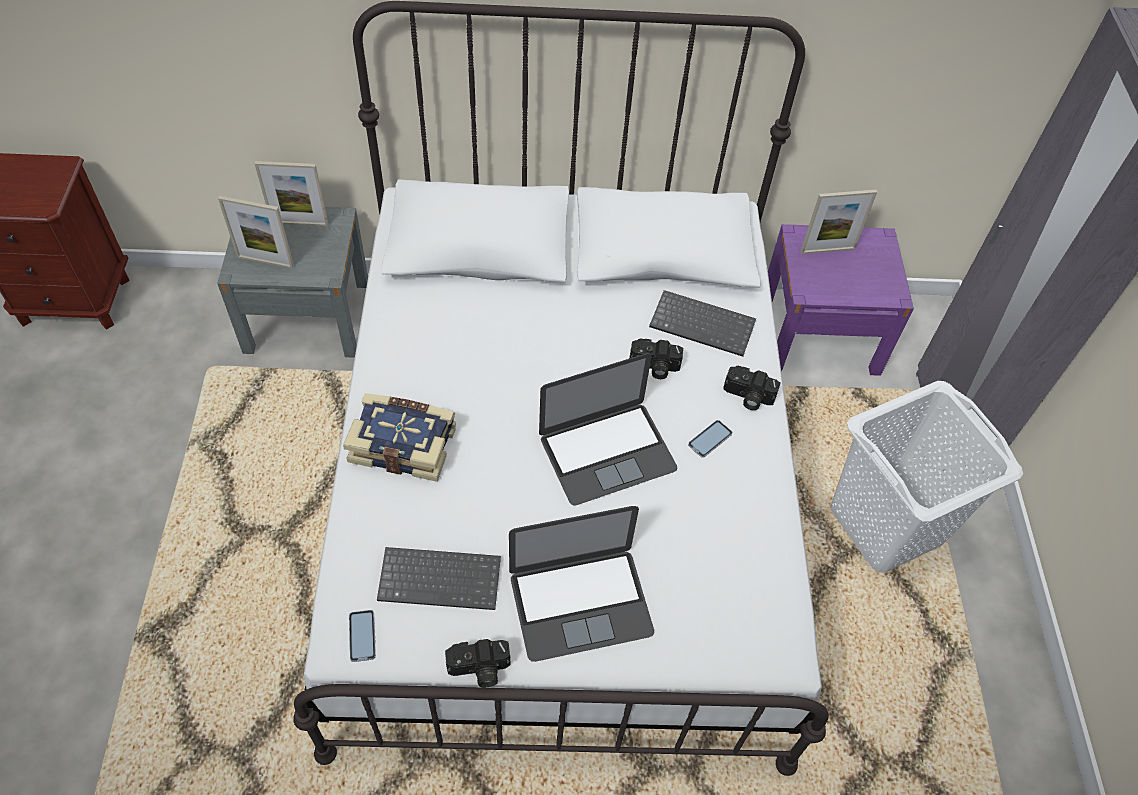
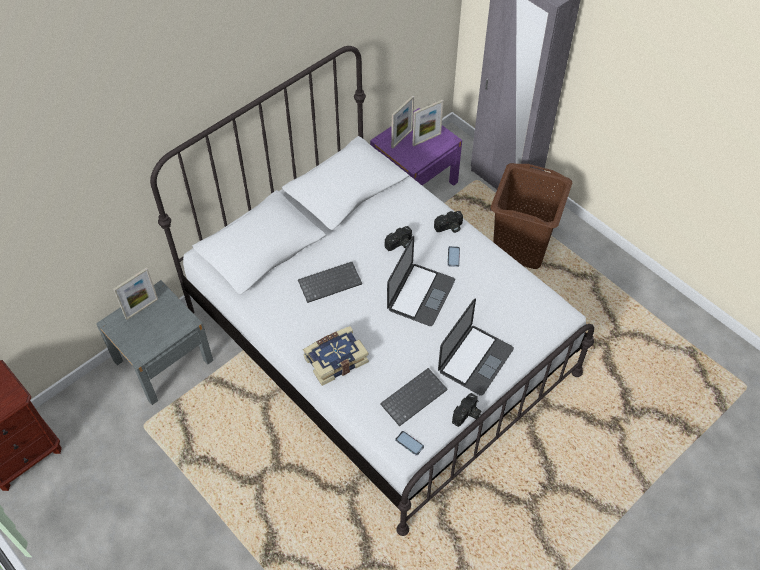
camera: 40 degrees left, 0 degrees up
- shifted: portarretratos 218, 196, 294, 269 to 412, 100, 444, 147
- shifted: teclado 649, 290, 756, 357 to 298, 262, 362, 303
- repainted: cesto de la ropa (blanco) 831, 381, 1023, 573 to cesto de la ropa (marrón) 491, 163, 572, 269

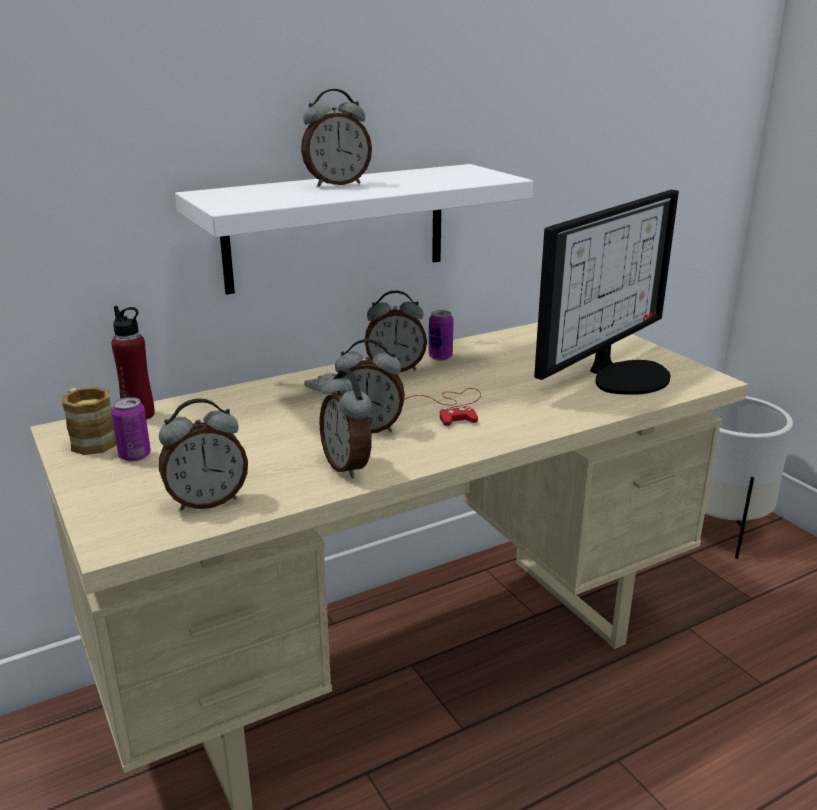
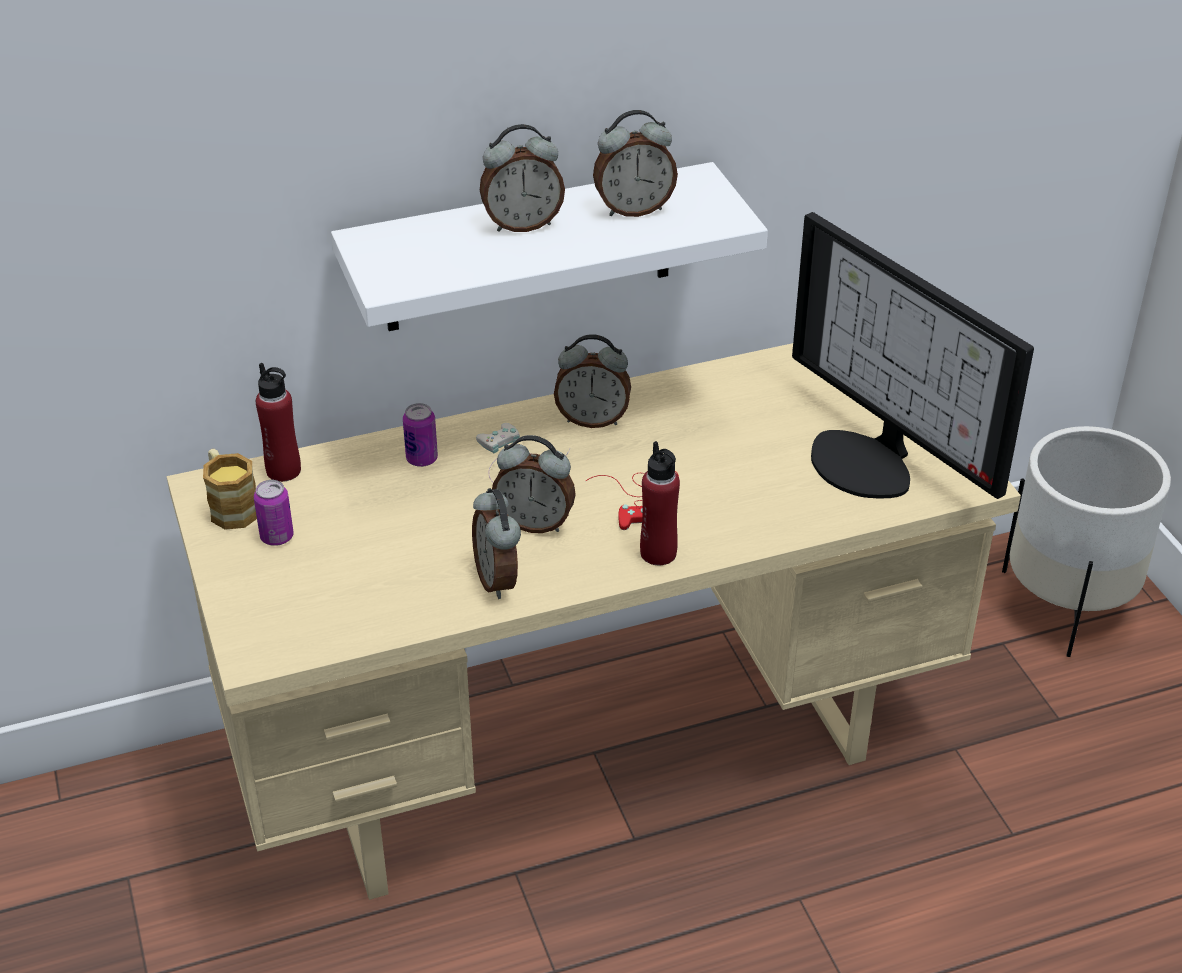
camera: 10 degrees right, 15 degrees up
- shifted: despertador 159, 398, 248, 510 to 593, 110, 678, 217
- shifted: lata 429, 310, 454, 360 to 403, 403, 438, 467
- rotated: monitor 534, 190, 679, 395 = 792, 212, 1034, 499 90 degrees clockwise
- new: botella (rojo) 640, 441, 680, 565

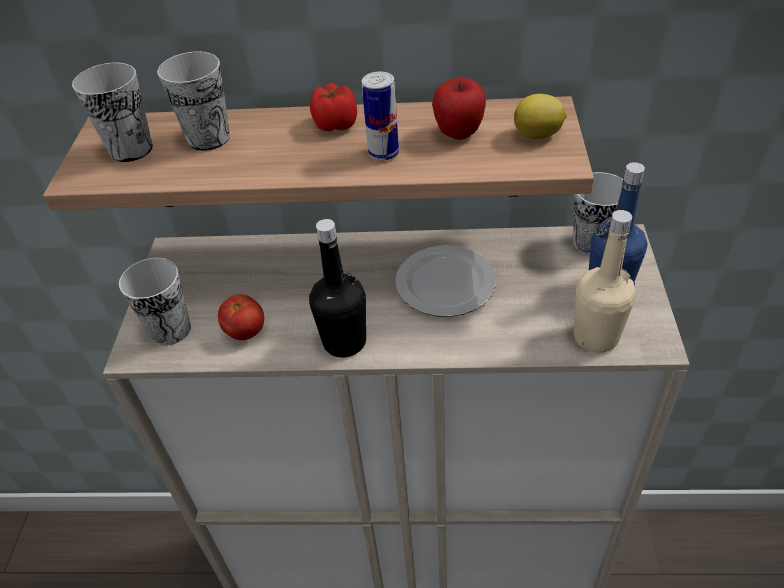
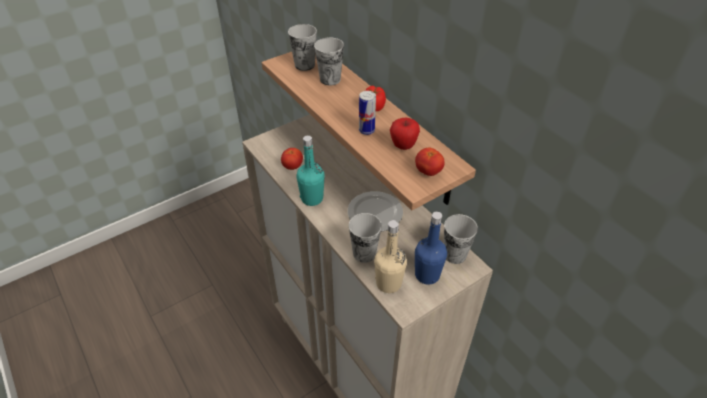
camera: 50 degrees right, 0 degrees up
- shifted: taza 119, 258, 191, 345 to 349, 213, 382, 263
- repainted: botella (negro) 309, 219, 366, 357 to botella (turquesa) 296, 135, 325, 206
- swapped: limón 514, 94, 567, 139 to tomate 415, 147, 445, 176

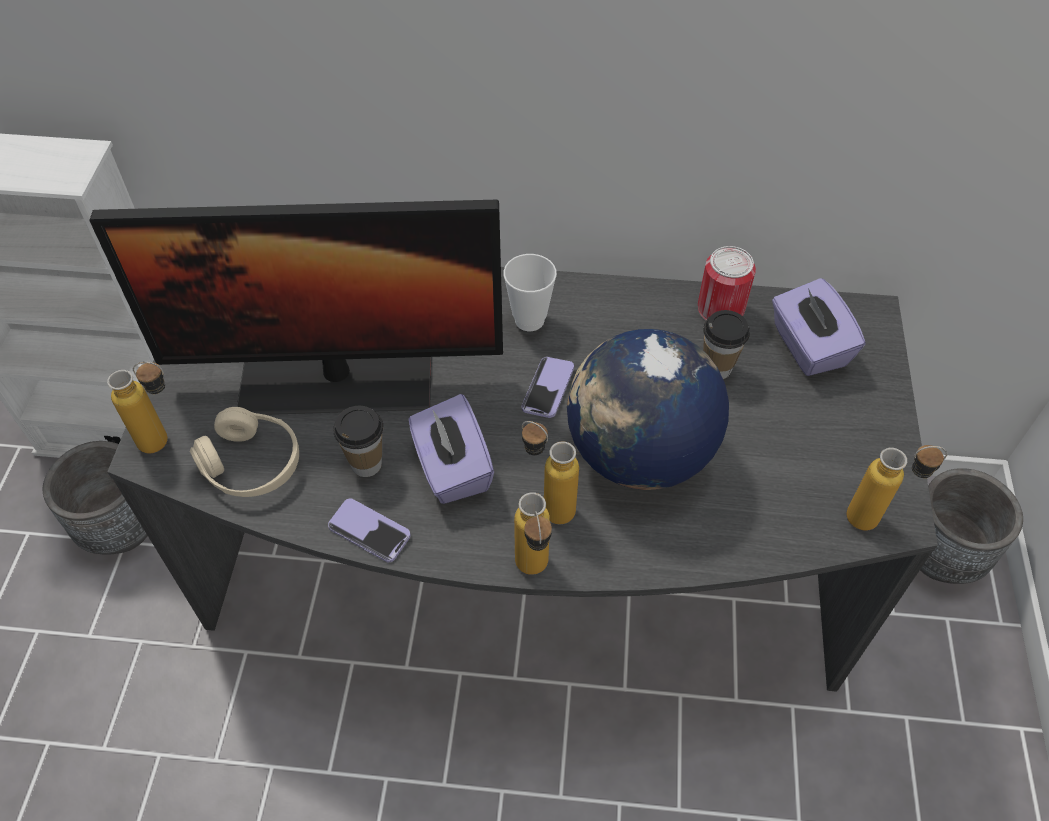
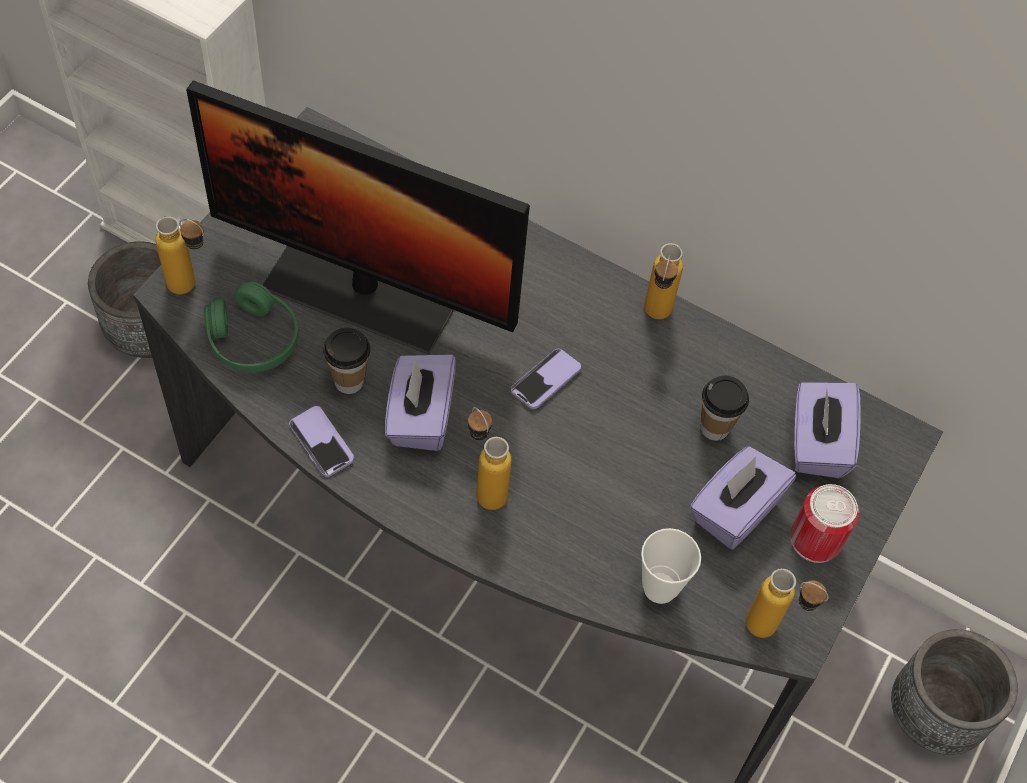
camera: 20 degrees right, 5 degrees up
- repainted: auriculares (beis) 190, 407, 299, 497 to auriculares (verde) 204, 282, 299, 372
- shifted: taza 503, 254, 557, 331 to 641, 528, 701, 604
- shifted: botella 514, 492, 552, 575 to 644, 243, 683, 319
- gone: globo terráqueo 567, 329, 729, 490
- shifted: lata 698, 246, 756, 321 to 791, 484, 859, 563
- new: caja de pañuelos (morado) 690, 446, 796, 550

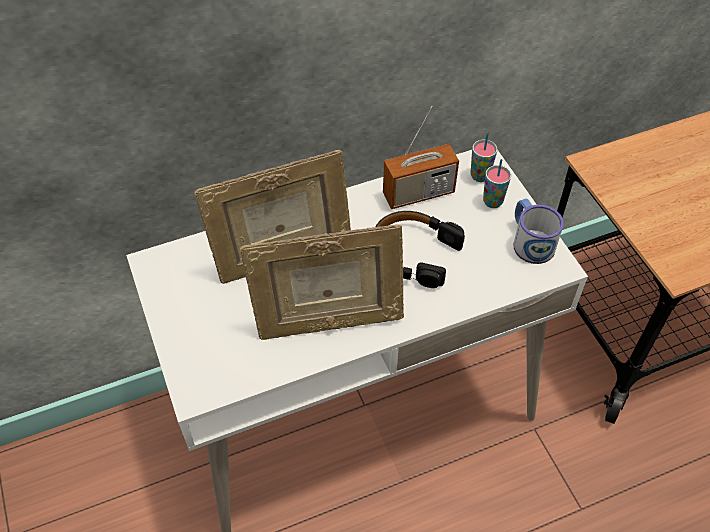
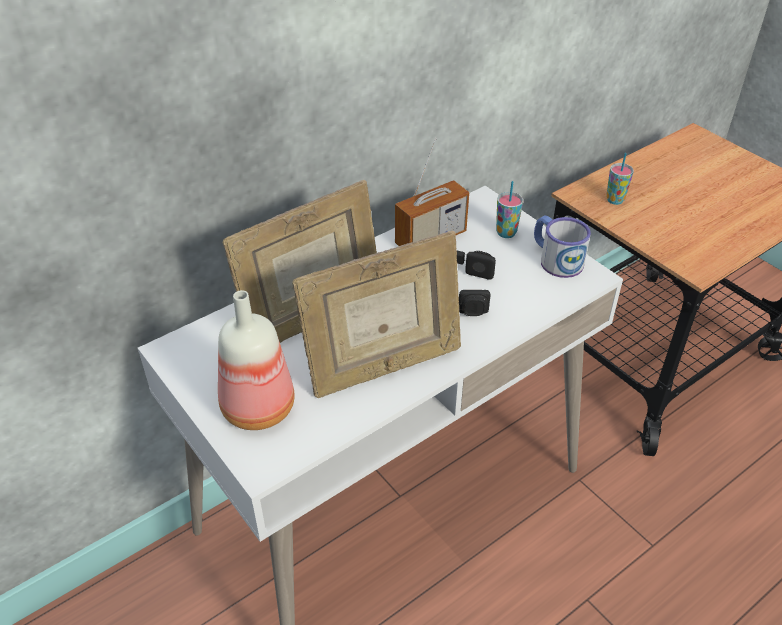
camera: 15 degrees left, 10 degrees down
- shifted: taza 471, 133, 497, 182 to 606, 153, 634, 205
- new: botella 218, 290, 295, 430

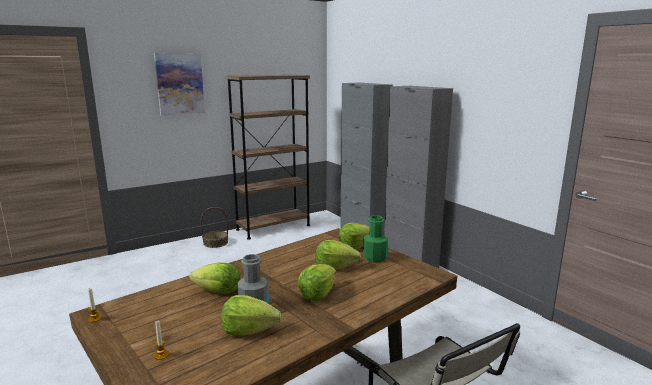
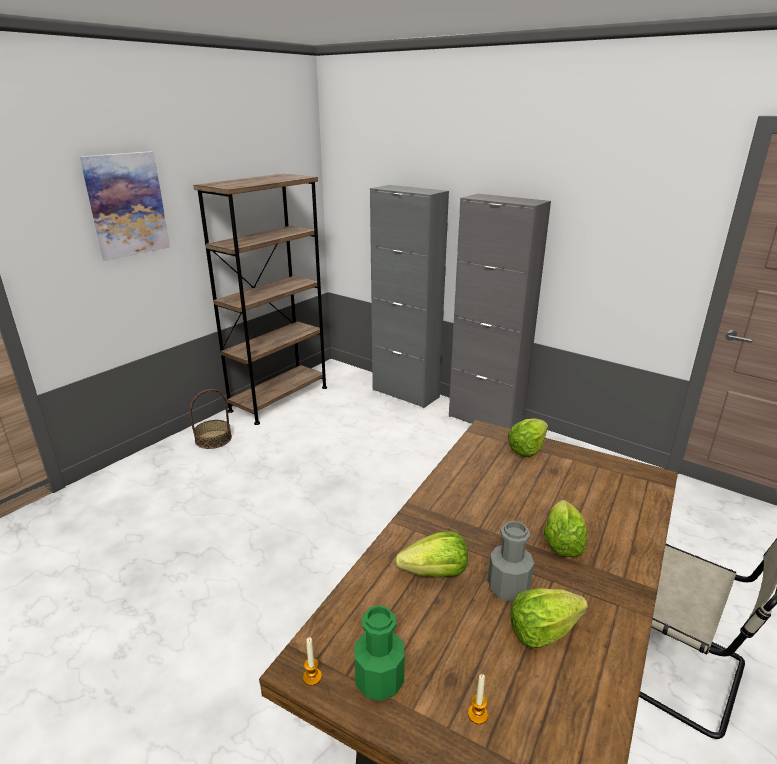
camera: 20 degrees left, 10 degrees up
- gone: lechuga 316, 240, 361, 270
- shifted: botella (verde) 363, 215, 388, 263 to 354, 605, 405, 701

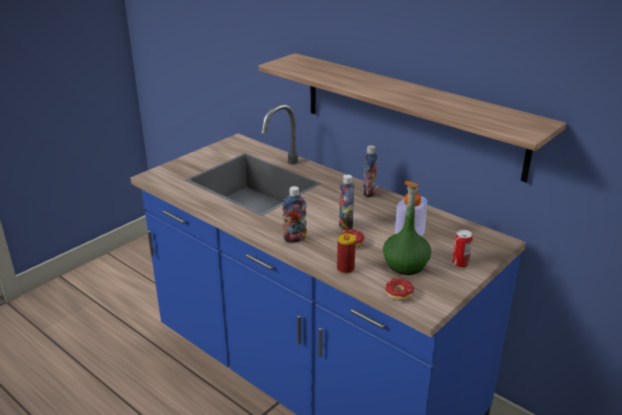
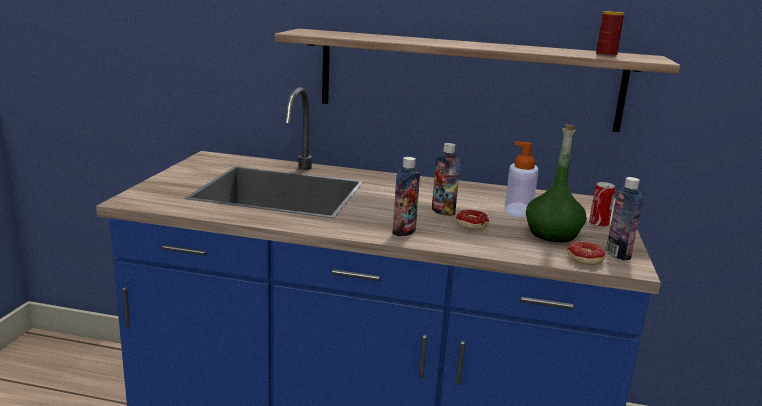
camera: 30 degrees left, 10 degrees down
- shifted: lata 337, 233, 356, 274 to 596, 11, 624, 57
- shifted: botella 363, 145, 377, 197 to 606, 177, 643, 261

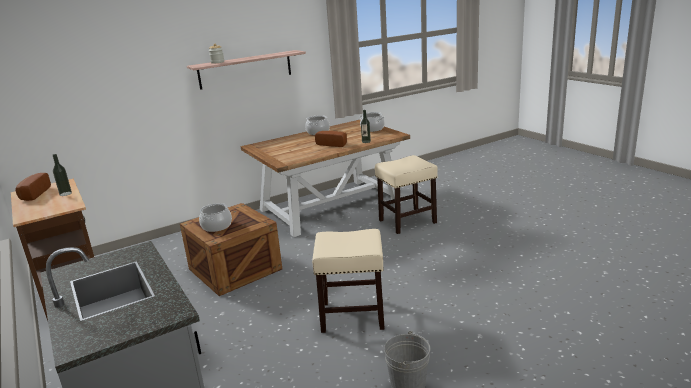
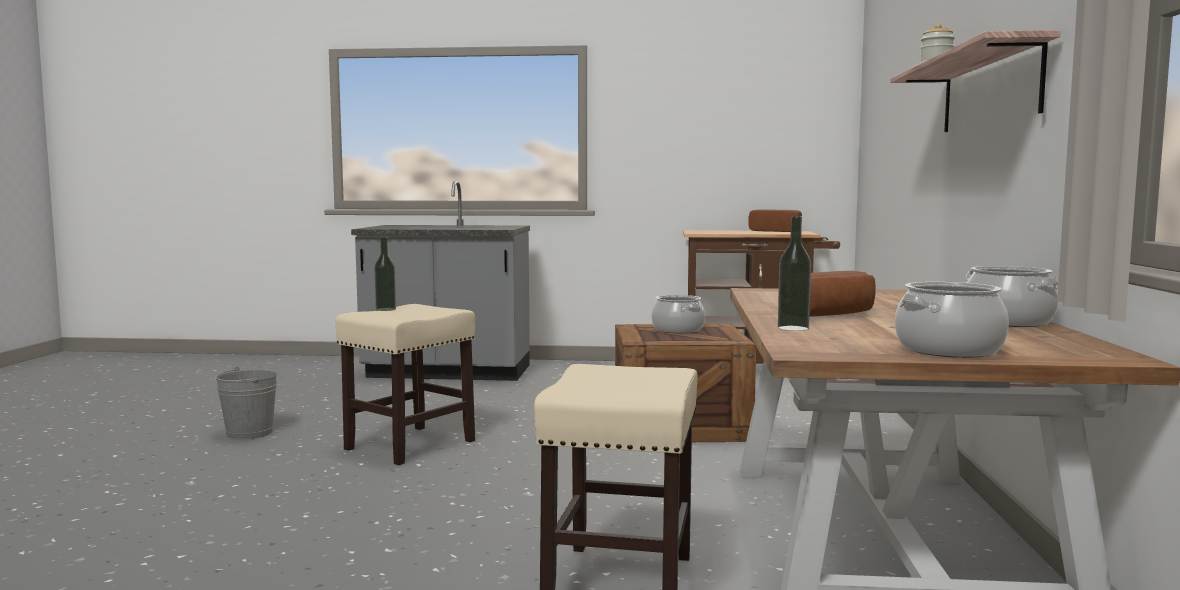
camera: 125 degrees right, 15 degrees down
- shifted: botella 53, 154, 72, 196 to 374, 237, 396, 311

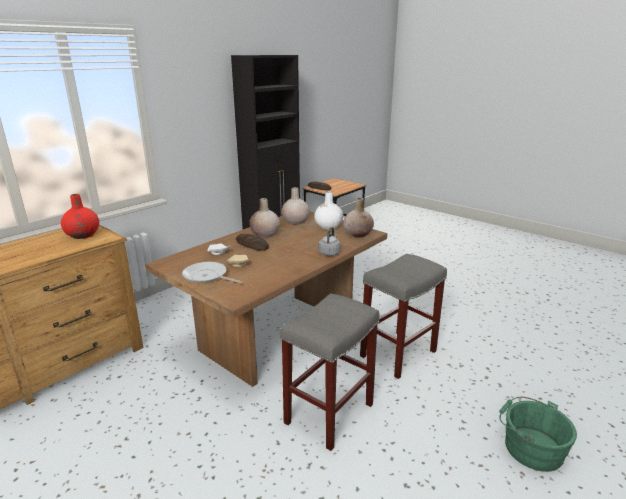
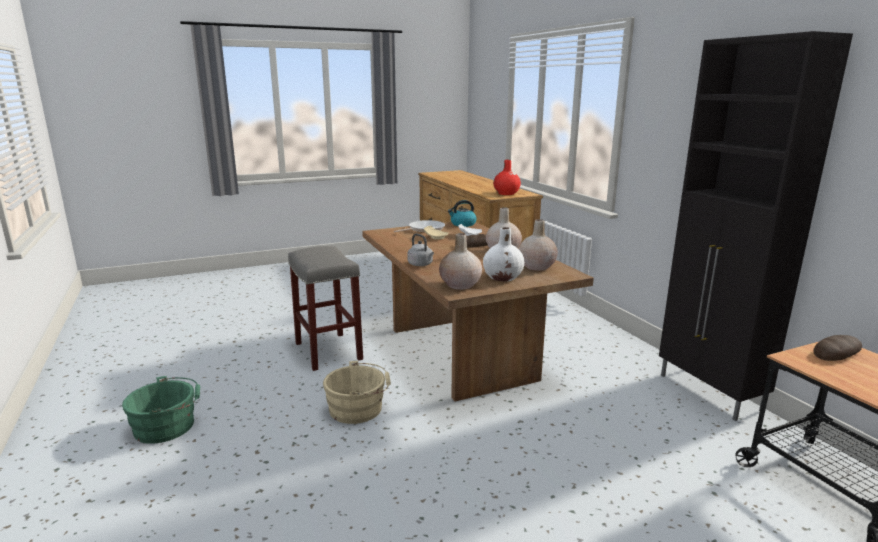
camera: 115 degrees right, 5 degrees down
- swapped: taburete (gris) 360, 254, 447, 379 to cubo (beis) 323, 361, 391, 424
- new: hervidor 448, 200, 477, 227

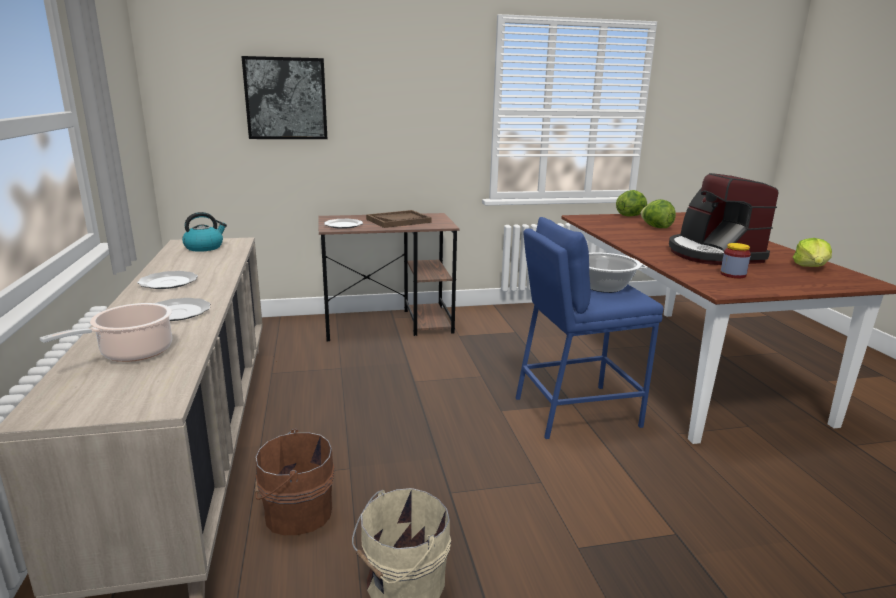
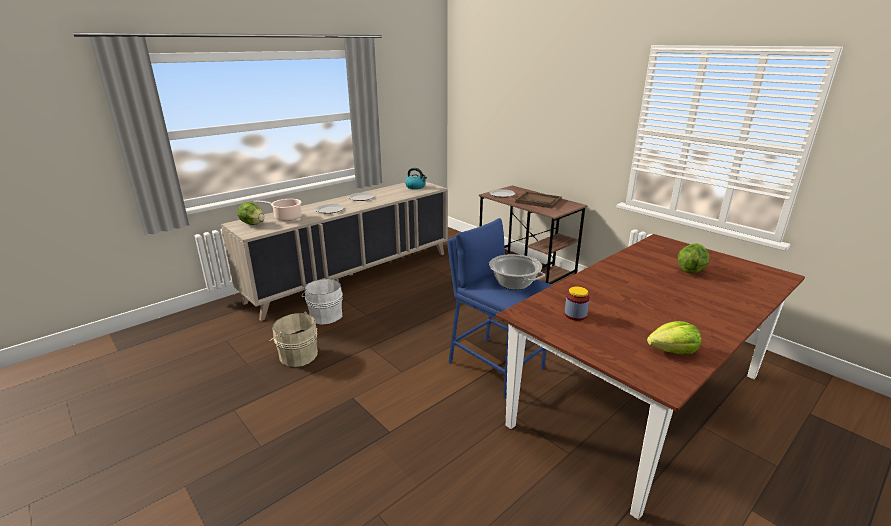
camera: 60 degrees right, 5 degrees up
- gone: cuadro 241, 56, 327, 139
- repainted: cubo (marrón) 254, 429, 334, 535 to cubo (blanco) 302, 279, 342, 325
- shifted: lechuga 616, 190, 647, 216 to 237, 202, 265, 225
- gone: cafetera 669, 173, 778, 265

